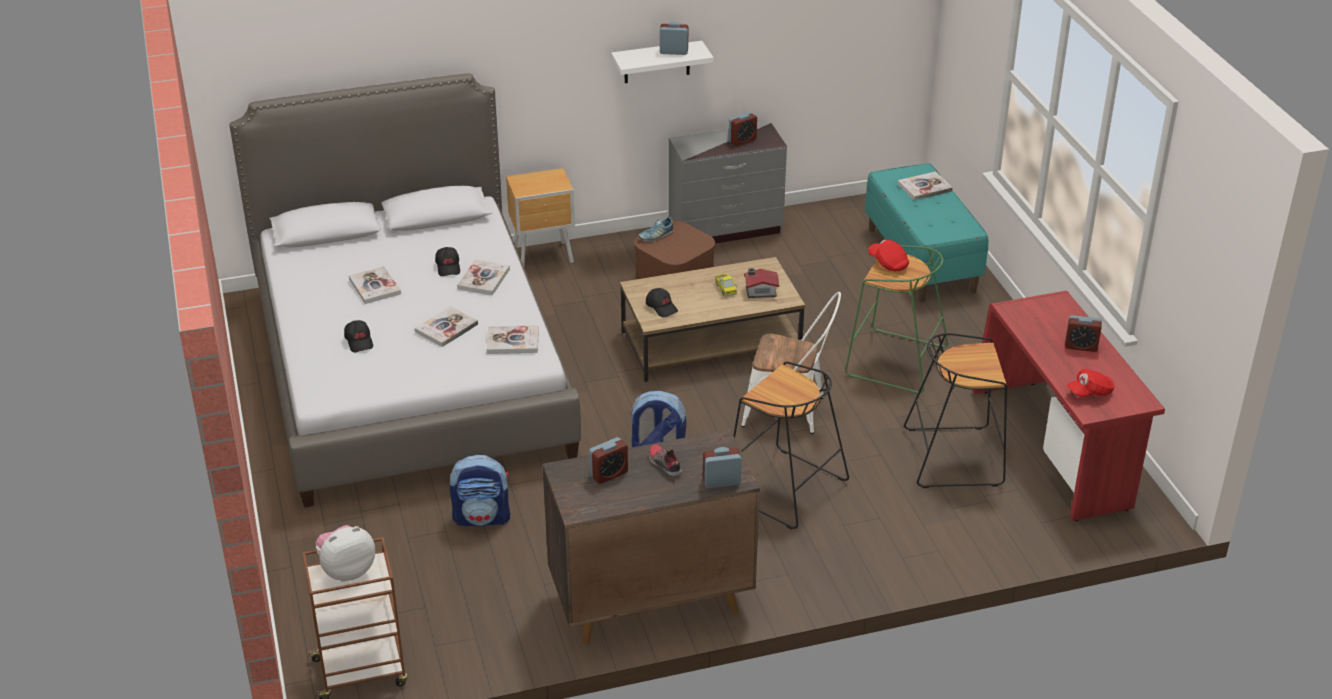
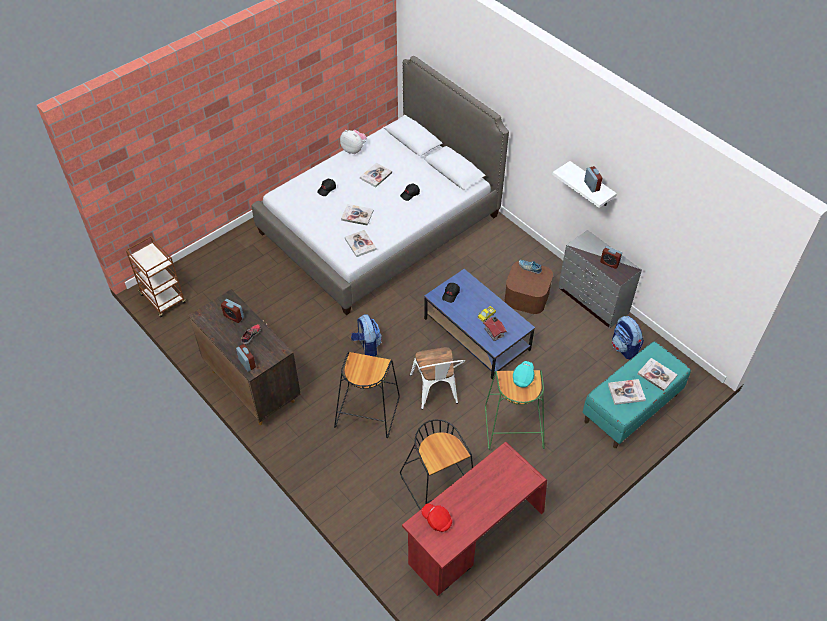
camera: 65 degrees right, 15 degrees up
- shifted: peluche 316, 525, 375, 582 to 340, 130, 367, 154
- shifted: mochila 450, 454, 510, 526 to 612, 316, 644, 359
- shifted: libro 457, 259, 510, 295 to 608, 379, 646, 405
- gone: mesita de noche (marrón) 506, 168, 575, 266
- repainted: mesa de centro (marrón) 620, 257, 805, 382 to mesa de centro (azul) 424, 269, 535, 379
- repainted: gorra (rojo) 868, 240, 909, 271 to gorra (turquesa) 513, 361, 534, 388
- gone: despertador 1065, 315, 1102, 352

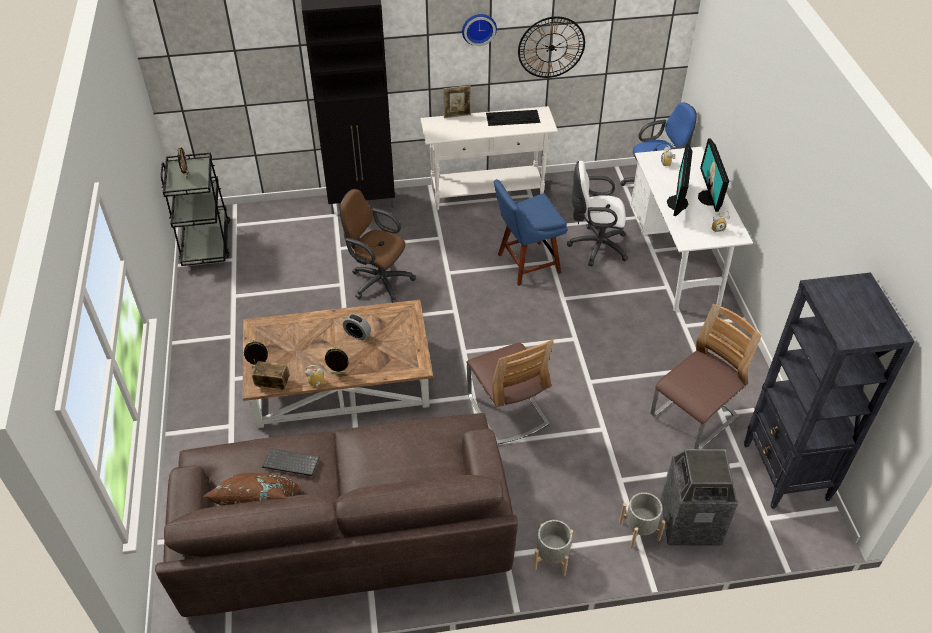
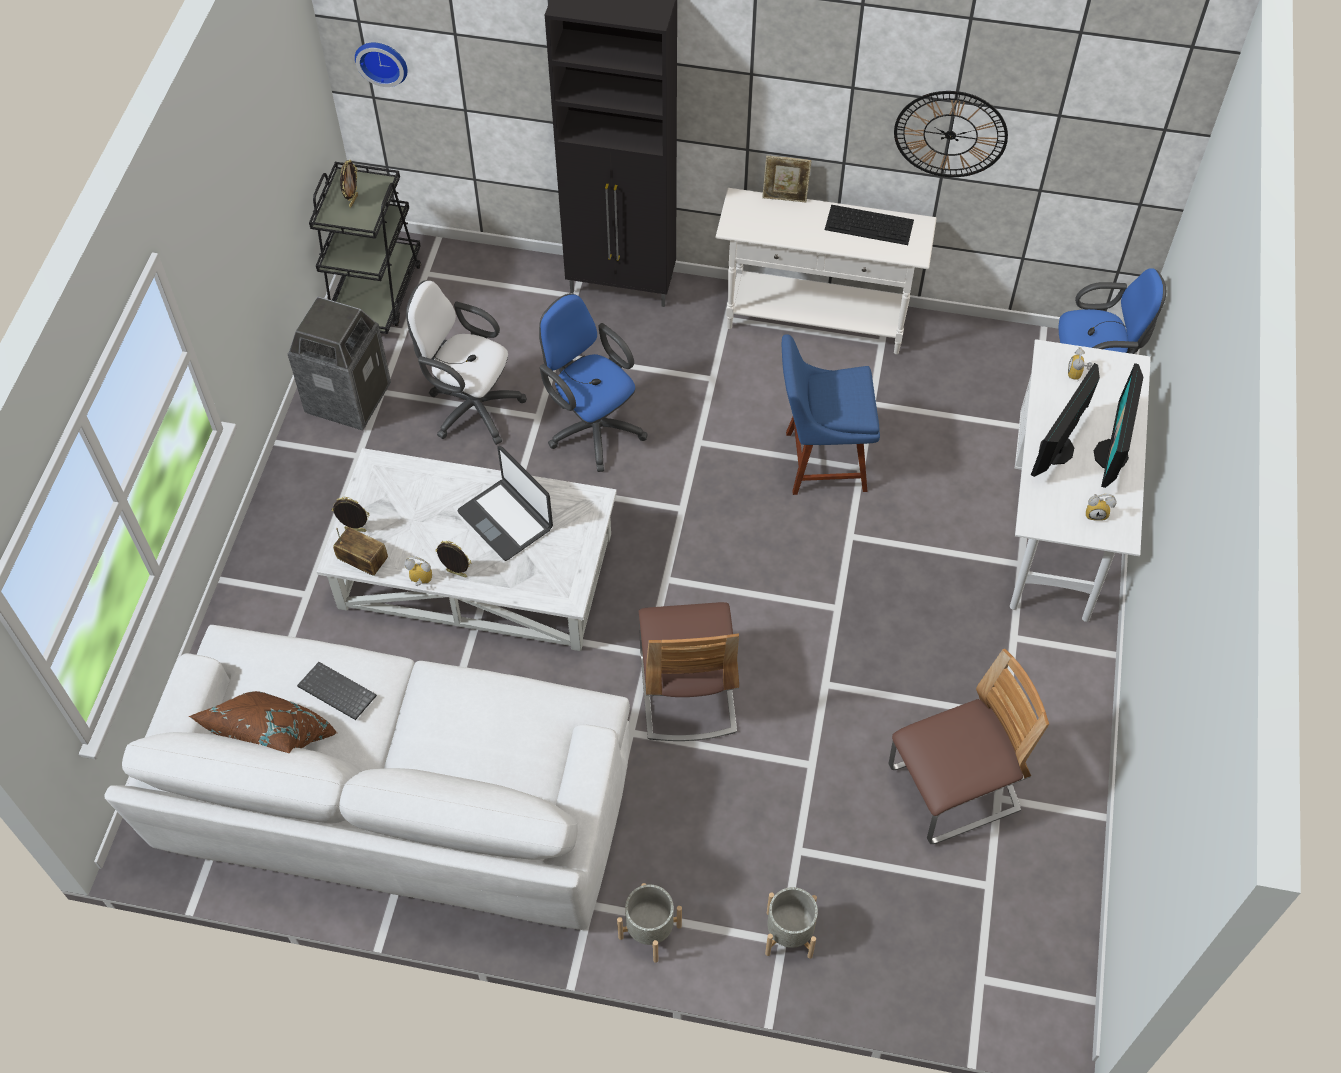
camera: 20 degrees right, 10 degrees up
- repainted: sofá (marrón) 155, 413, 518, 617 to sofá (blanco) 105, 625, 630, 930
- repainted: mesa de centro (marrón) 243, 300, 433, 428 to mesa de centro (blanco) 317, 448, 617, 651
- repainted: silla de oficina (marrón) 340, 189, 416, 303 to silla de oficina (azul) 539, 293, 648, 472
- swapped: despertador 343, 314, 371, 341 to portátil 457, 446, 553, 561
- shifted: reloj de pared 462, 14, 497, 46 to 355, 43, 407, 87
- shifted: silla de oficina (blanco) 567, 161, 628, 266 to 406, 280, 527, 445
- shifted: papelera 660, 449, 738, 546 to 288, 297, 391, 430
- gone: estantería (negro) 744, 272, 915, 509

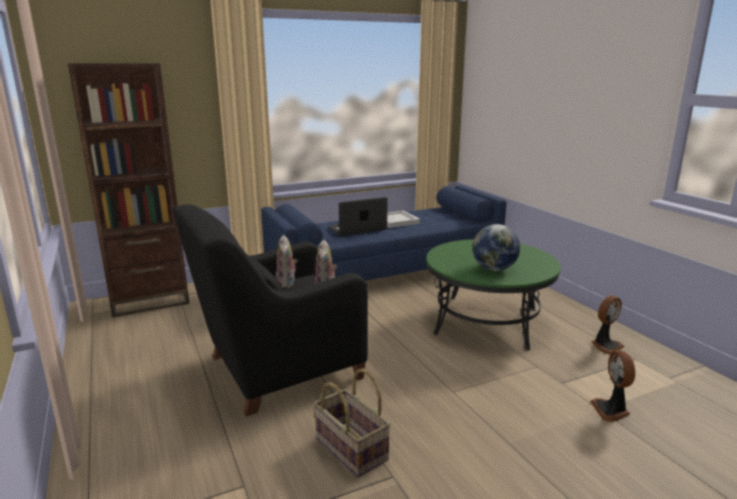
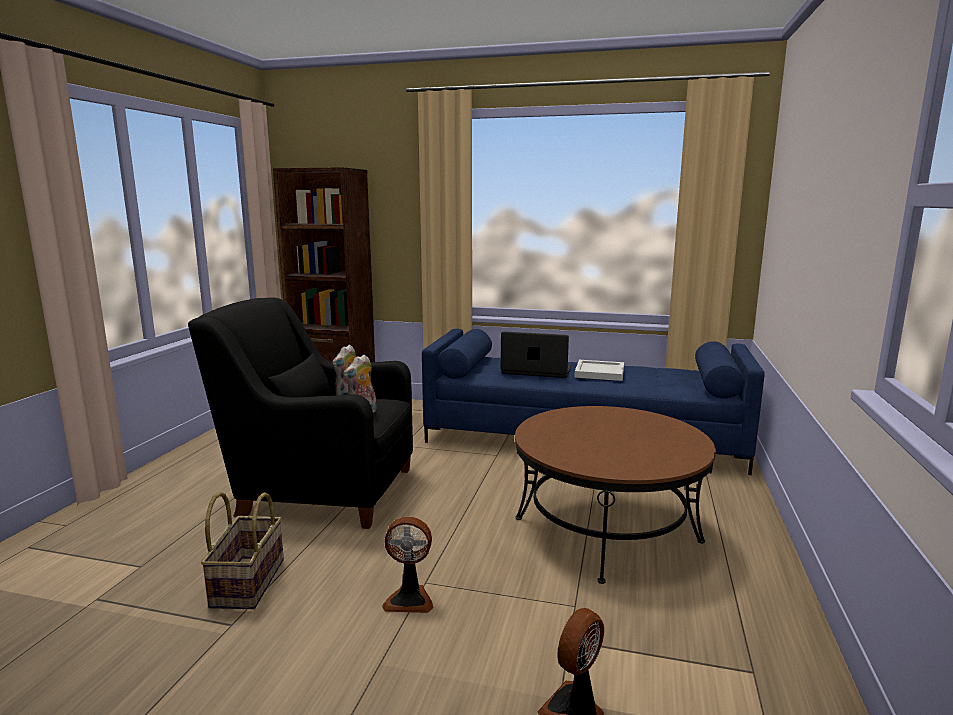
camera: 40 degrees right, 5 degrees down
- repainted: mesa de centro (verde) 426, 239, 561, 350 to mesa de centro (marrón) 515, 406, 716, 584
- gone: globo terráqueo 473, 224, 520, 271
- shifted: ventilador 591, 296, 625, 355 to 382, 516, 433, 613

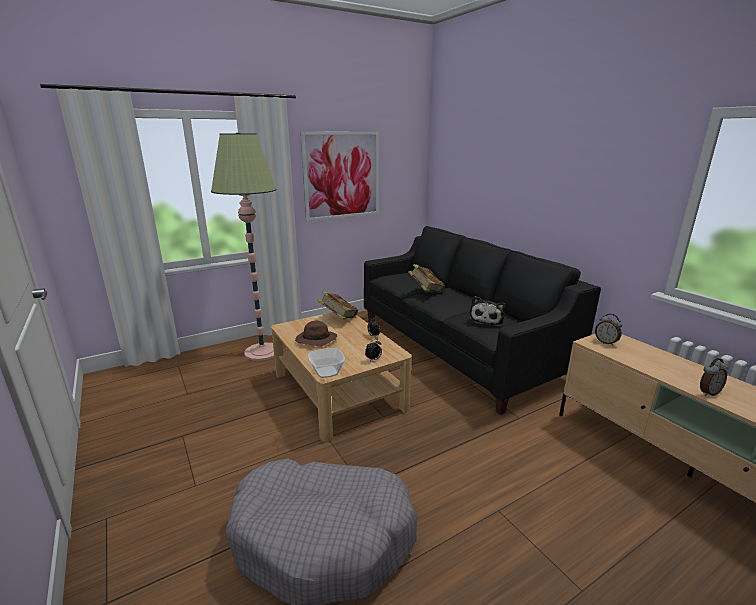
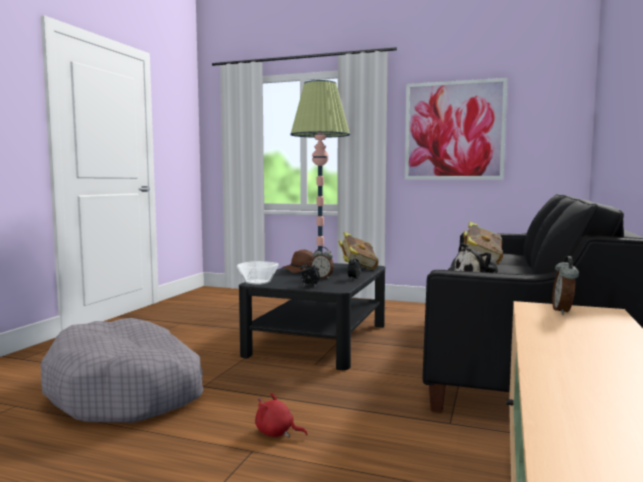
camera: 50 degrees right, 15 degrees down
- repainted: mesa de centro (beis) 271, 312, 412, 442 to mesa de centro (negro) 239, 263, 385, 370
- shifted: despertador 700, 358, 728, 396 to 310, 247, 334, 279
- new: peluche (rojo) 255, 393, 307, 437

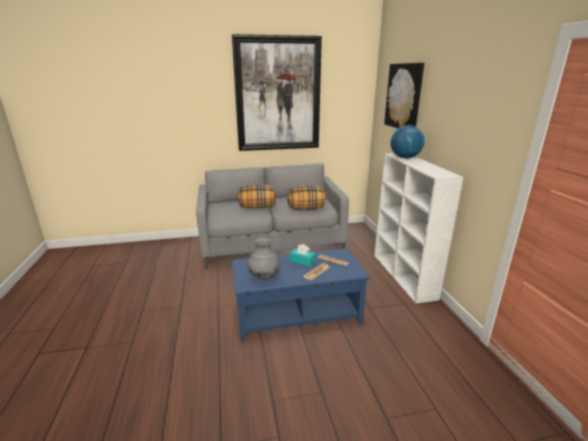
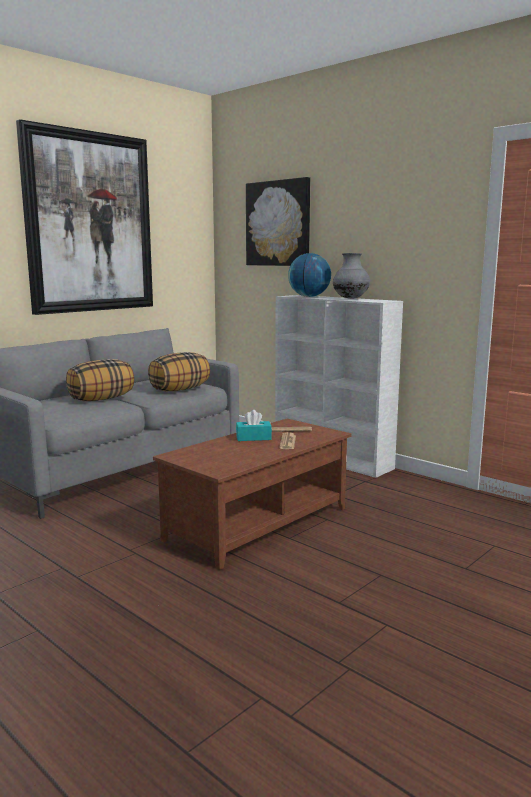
camera: 35 degrees left, 10 degrees down
- repainted: mesa de centro (azul) 232, 248, 370, 341 to mesa de centro (marrón) 153, 419, 351, 570
- shifted: florero (gris) 247, 238, 280, 279 to 333, 253, 370, 299

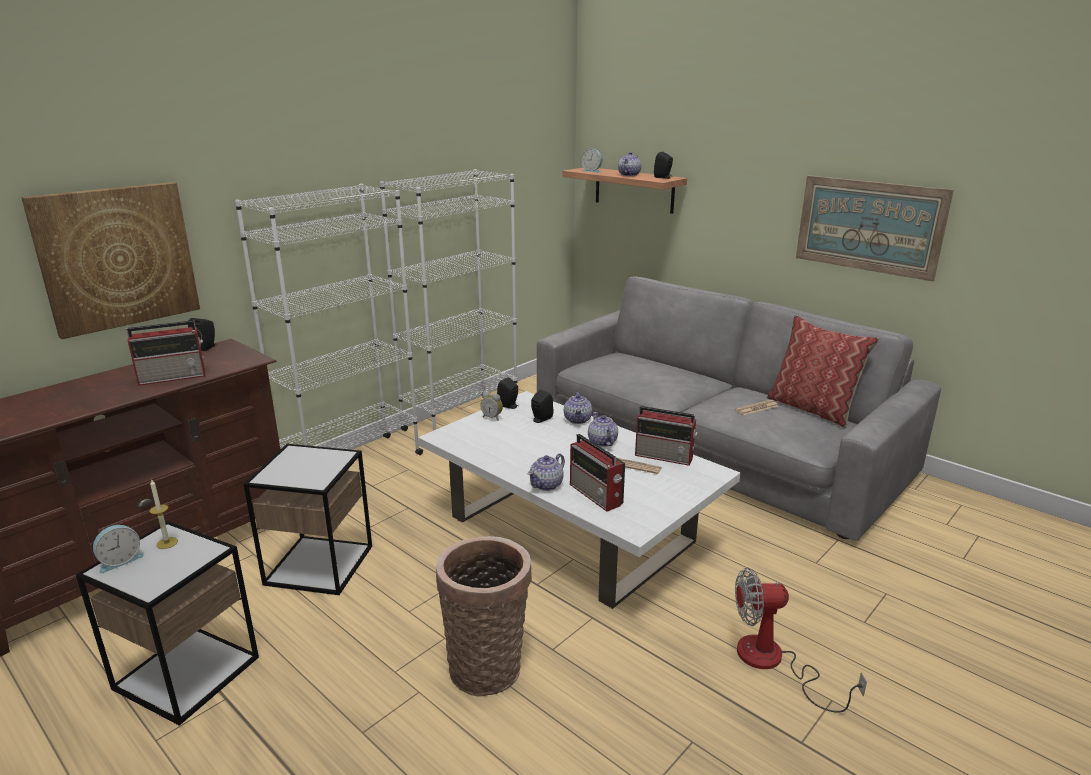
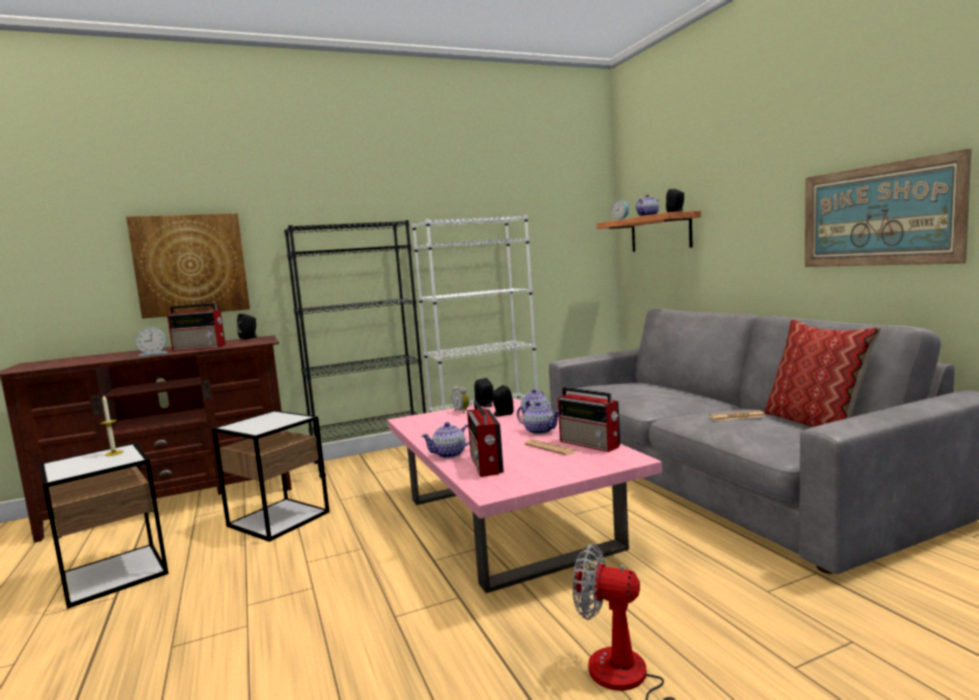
camera: 25 degrees right, 15 degrees down
- shifted: despertador 93, 525, 144, 573 to 136, 327, 168, 356
- repainted: estantería (blanco) 235, 184, 423, 455 to estantería (negro) 284, 220, 426, 479
- repainted: mesa de centro (blanco) 418, 391, 740, 609 to mesa de centro (rosa) 387, 398, 662, 593
- gone: cesta 436, 536, 532, 696
- rotated: tetera 588, 412, 618, 447 = 517, 402, 559, 434 120 degrees clockwise

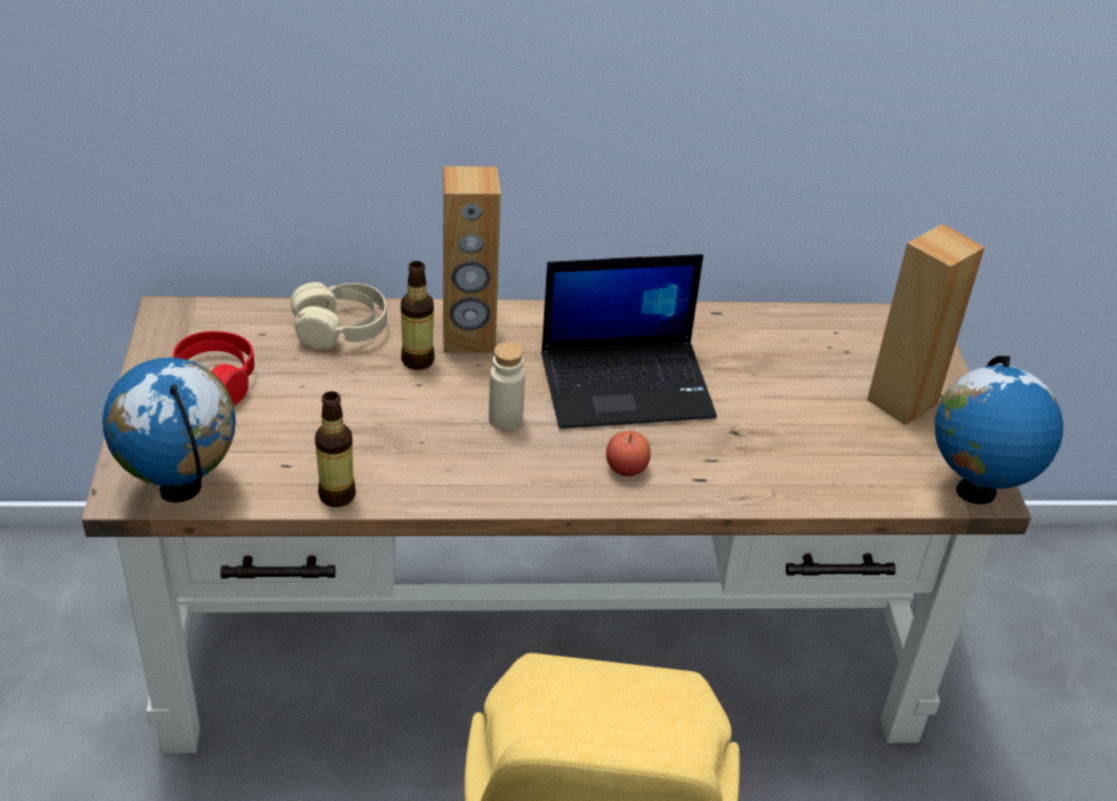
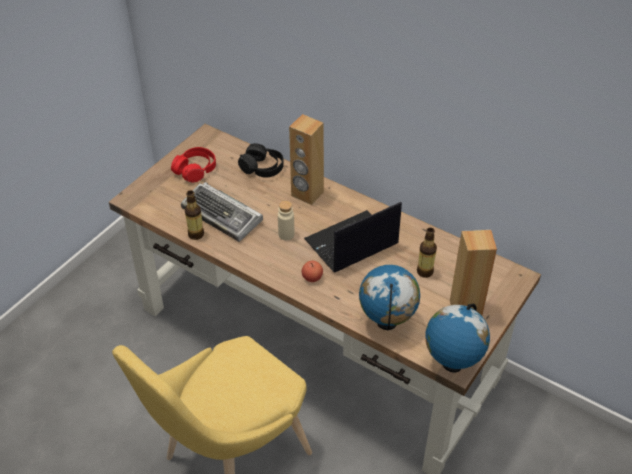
camera: 40 degrees right, 5 degrees up
- shifted: globo terráqueo 102, 357, 236, 503 to 359, 265, 420, 330
- repainted: auriculares (beis) 291, 282, 387, 349 to auriculares (negro) 238, 143, 284, 177
- shifted: botella 401, 261, 435, 370 to 417, 228, 437, 278
- rotated: portátil 541, 254, 717, 429 = 304, 202, 402, 272 120 degrees clockwise
- new: teclado 181, 182, 263, 242

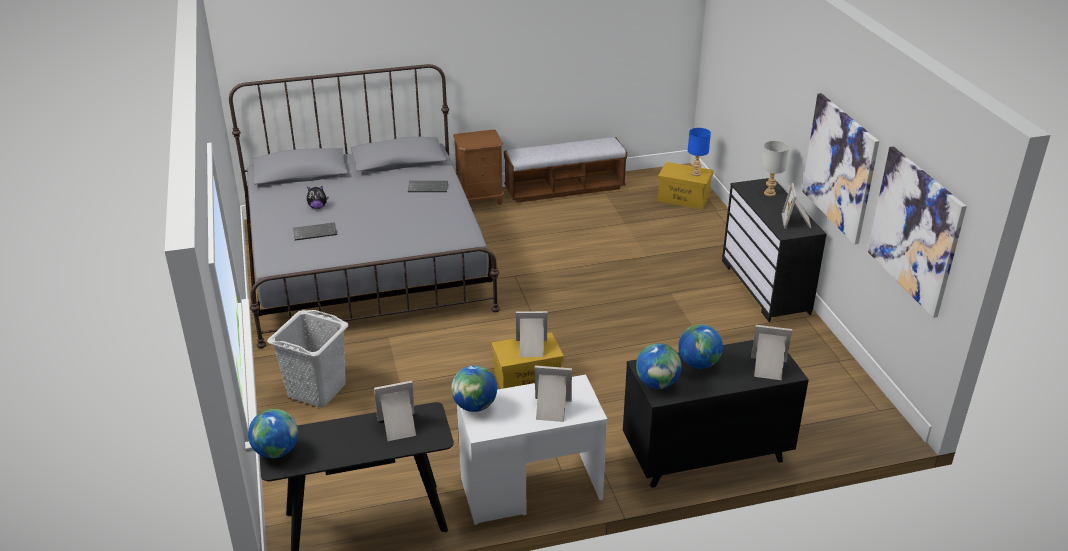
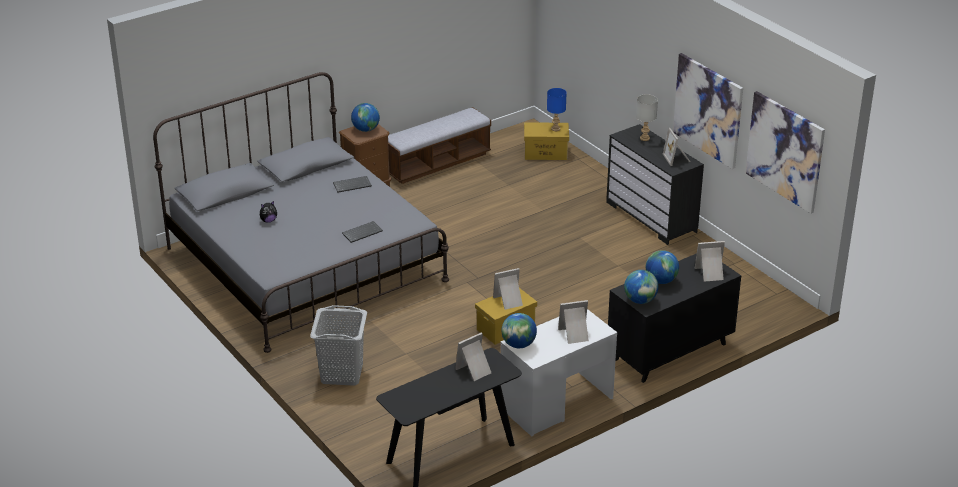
camera: 20 degrees left, 0 degrees up
- shifted: globo terráqueo 248, 409, 298, 458 to 351, 103, 380, 132
- shifted: teclado 293, 222, 337, 241 to 342, 221, 383, 243

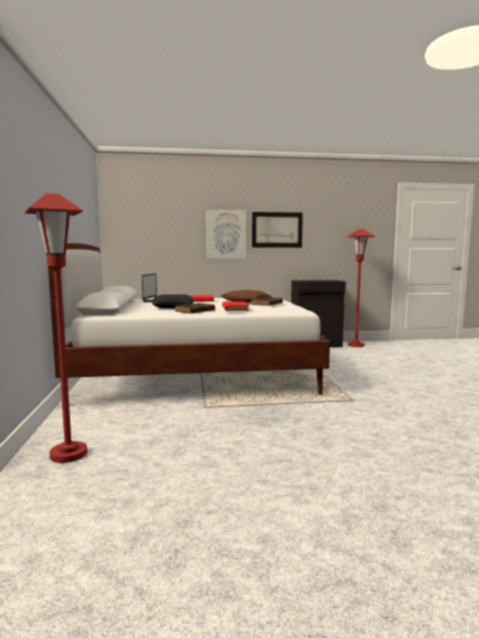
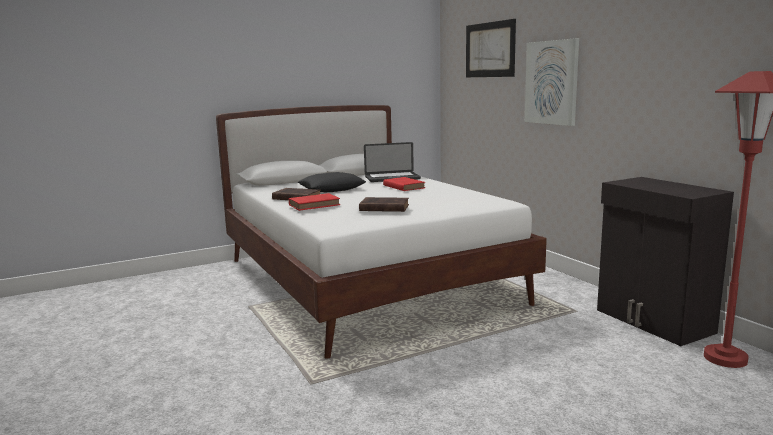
camera: 70 degrees right, 5 degrees up
- gone: lámpara de pie (rojo) 24, 193, 87, 463
- gone: cojín (marrón) 221, 290, 271, 303
- shifted: cuadro 252, 212, 303, 248 to 466, 19, 516, 77

